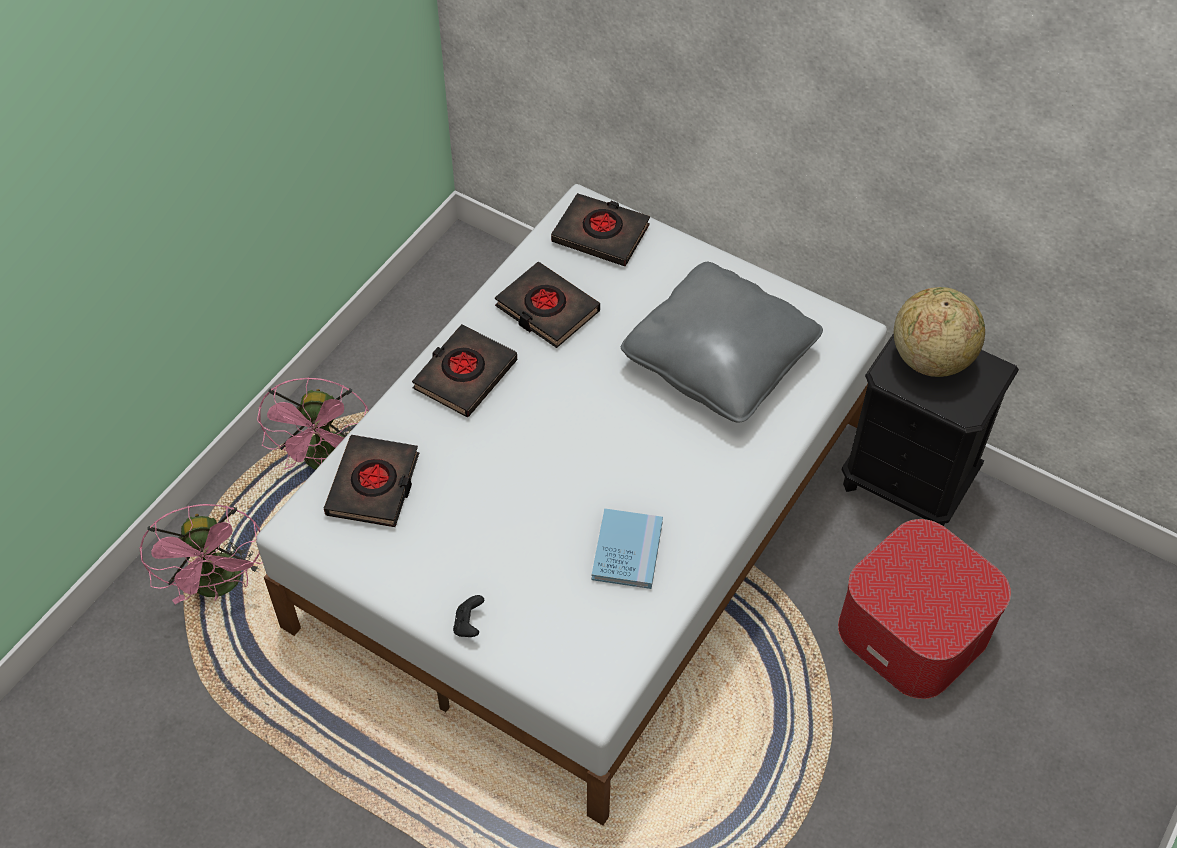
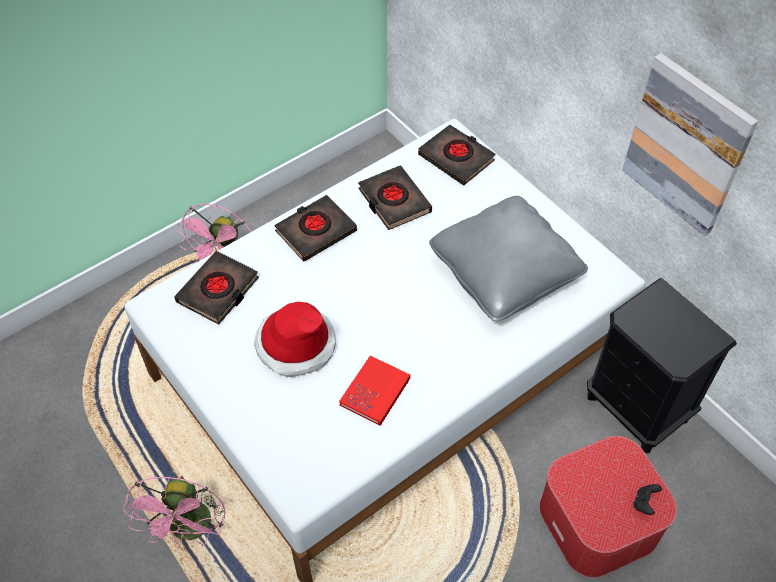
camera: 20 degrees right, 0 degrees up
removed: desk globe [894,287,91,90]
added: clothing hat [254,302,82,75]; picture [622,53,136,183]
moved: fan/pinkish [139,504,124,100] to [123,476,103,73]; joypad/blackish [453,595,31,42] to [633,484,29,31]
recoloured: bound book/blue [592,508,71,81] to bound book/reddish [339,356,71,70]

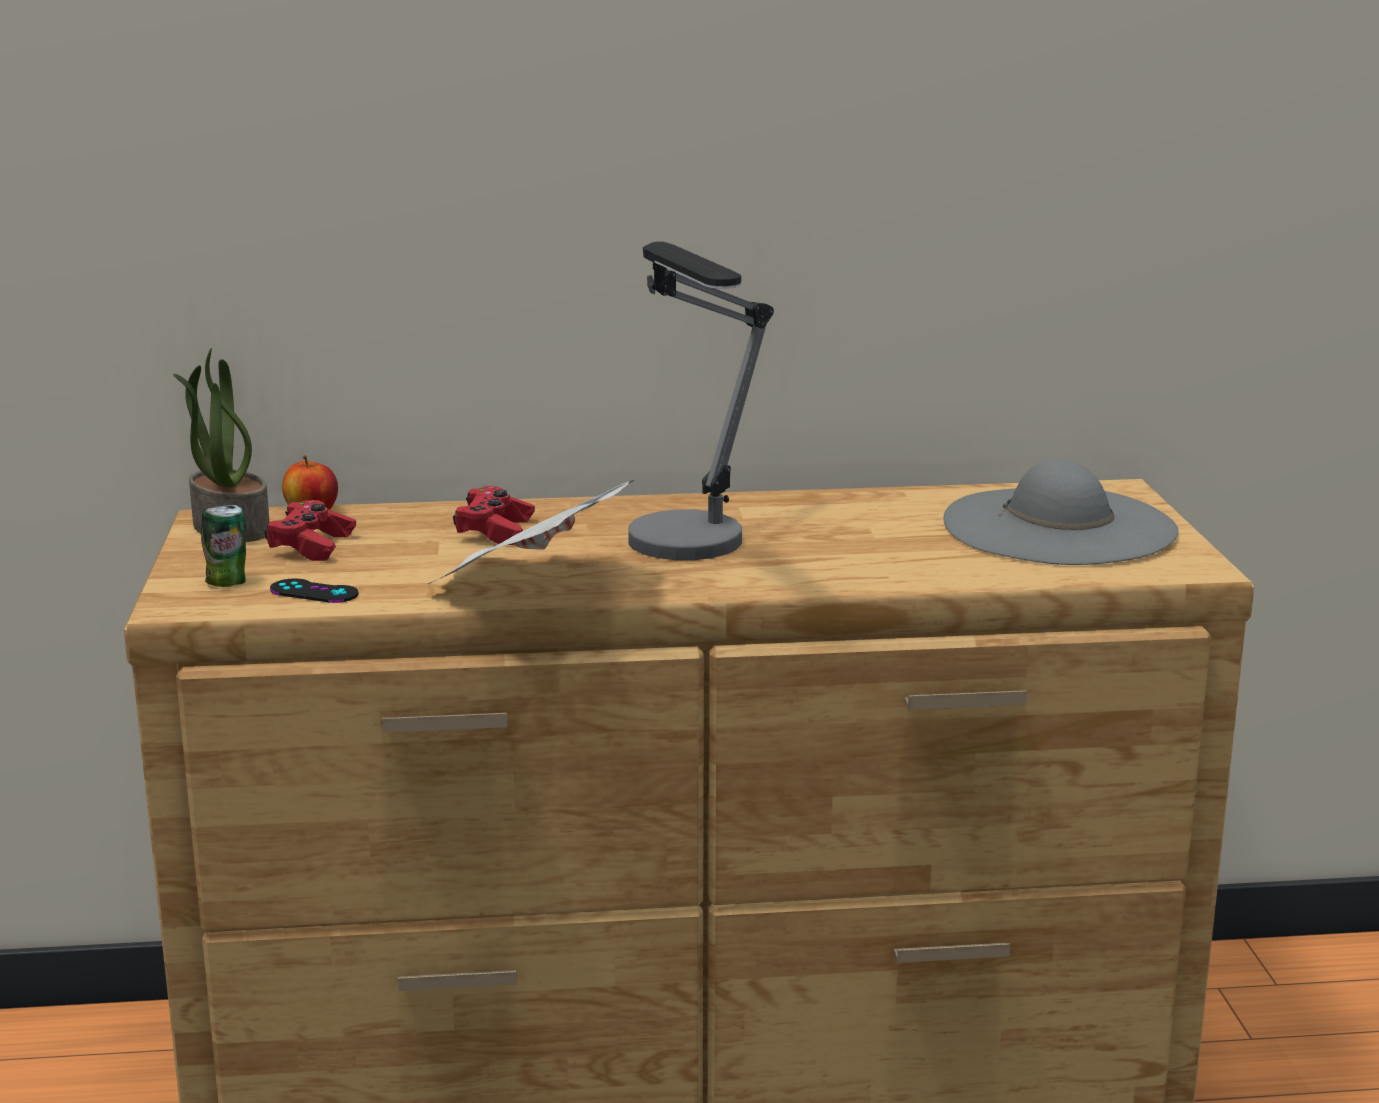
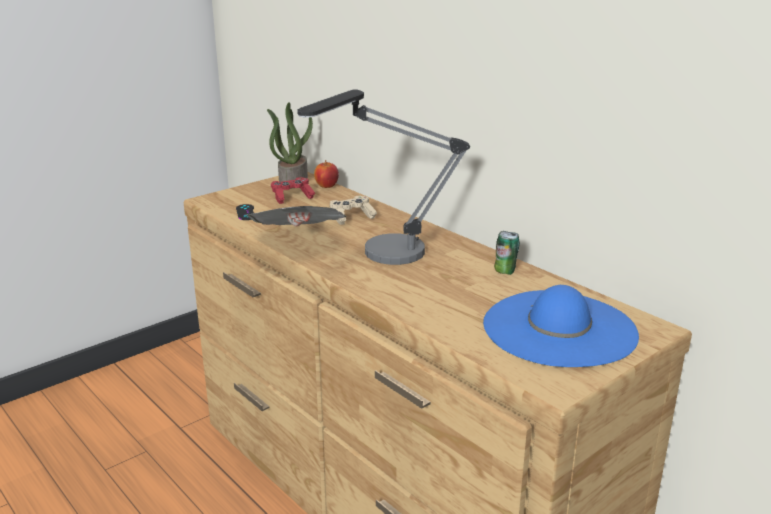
camera: 55 degrees right, 5 degrees up
moved: metal can [201,505,45,82] to [494,231,26,44]
recoloured: joypad/reddish [453,486,82,59] to joypad/beige [330,195,47,30]; clothing hat/grey [943,459,236,106] to clothing hat/blue [483,285,156,82]

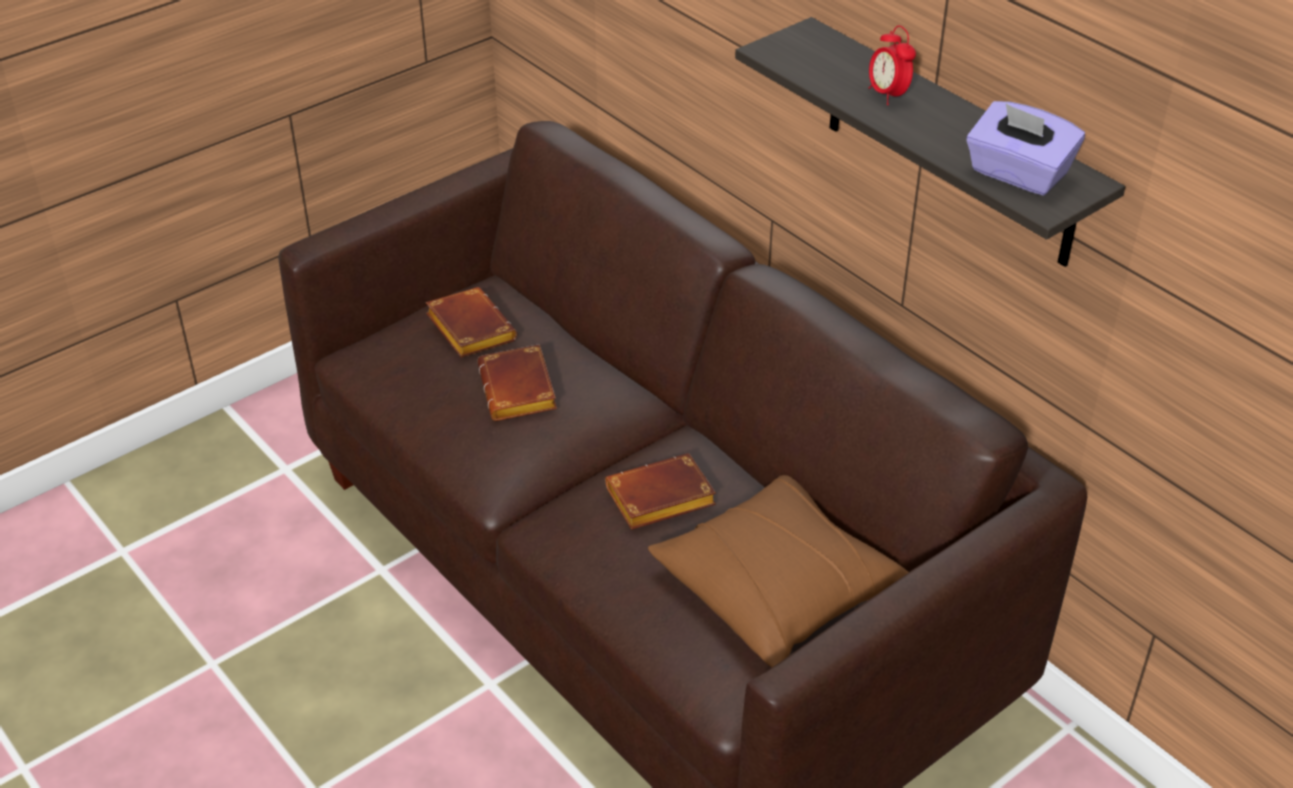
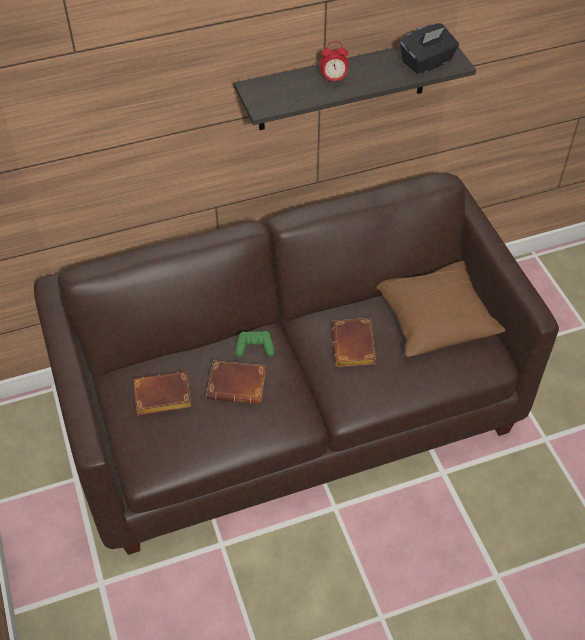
camera: 70 degrees left, 10 degrees up
added: joypad/greenish [235,331,40,26]
recoloured: tissue holder/purple-coloured [966,101,119,95] to tissue holder/blackish [400,23,59,51]

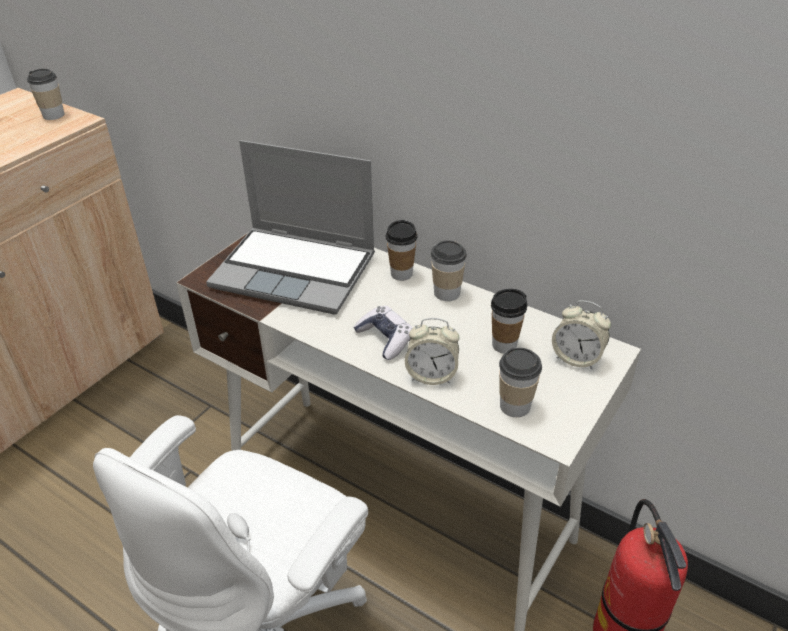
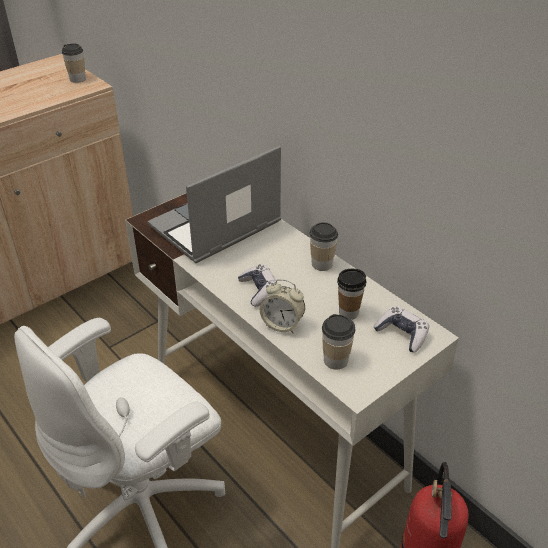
camera: 15 degrees right, 0 degrees up
removed: drinking cup [386,220,32,61]
replaced: table clock [552,300,59,69] to joypad [374,306,55,46]
turned: notebook computer [206,140,169,174] = [147,146,134,117] 105 degrees clockwise

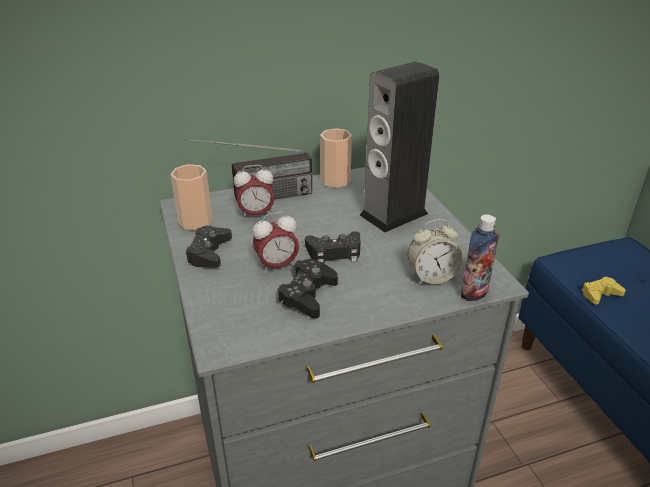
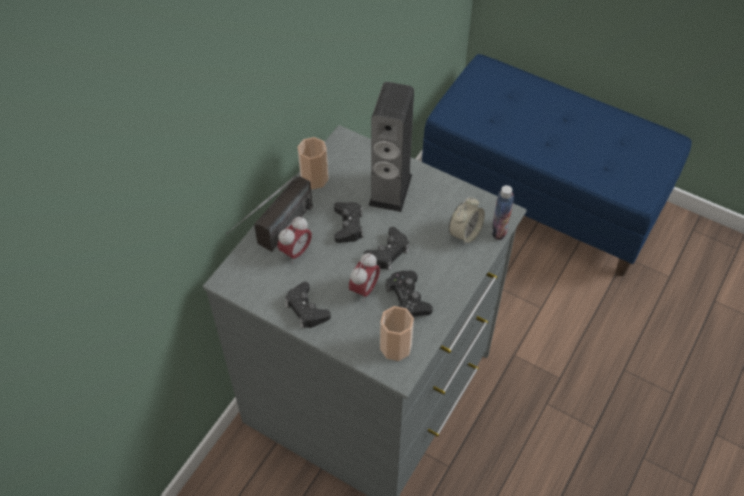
camera: 40 degrees left, 20 degrees up
removed: joypad/yellowish [582,277,44,27]
added: joypad/blackish [334,202,29,41]
moved: drinking cup [170,164,43,66] to [380,306,34,55]

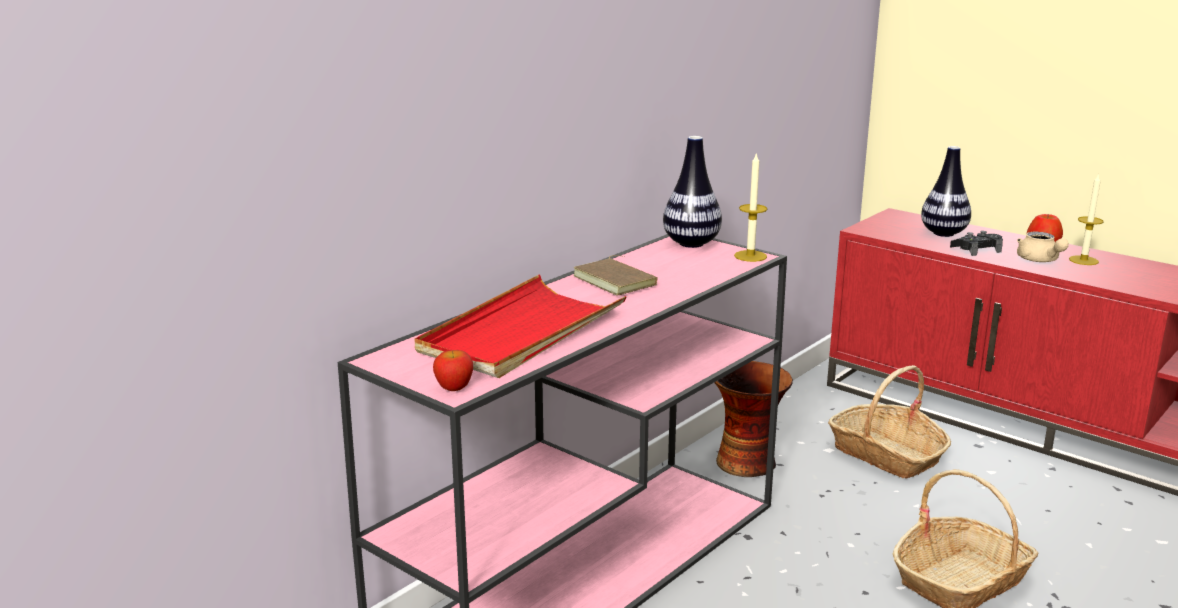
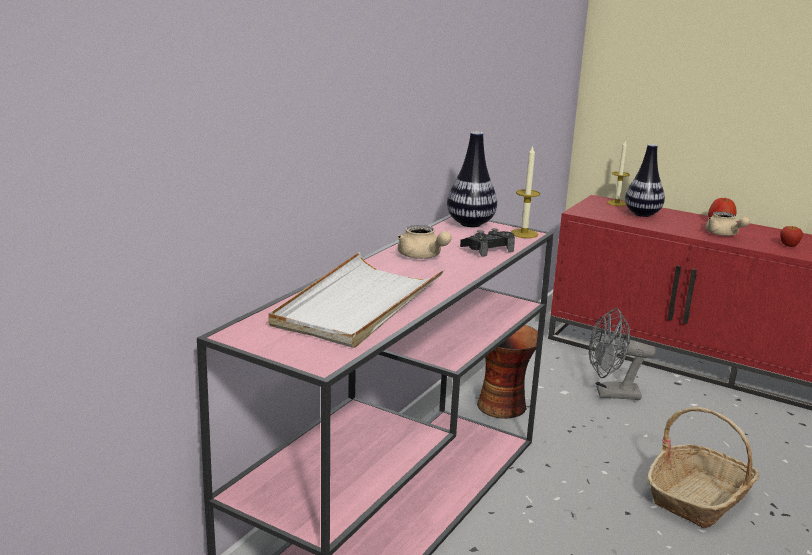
camera: 10 degrees left, 0 degrees up
moved: joypad/blackish [950,231,53,25] to [460,228,55,29]; wax candle [1069,173,35,92] to [607,140,23,66]; apple [433,350,40,41] to [780,226,23,21]
replaced: bound book/brownish [573,255,85,41] to teapot/beige [397,225,55,34]; basket [828,365,123,114] to fan/grey [589,308,67,92]
recoloured: serving tray/reddish [415,275,212,103] to serving tray/white [268,252,176,96]

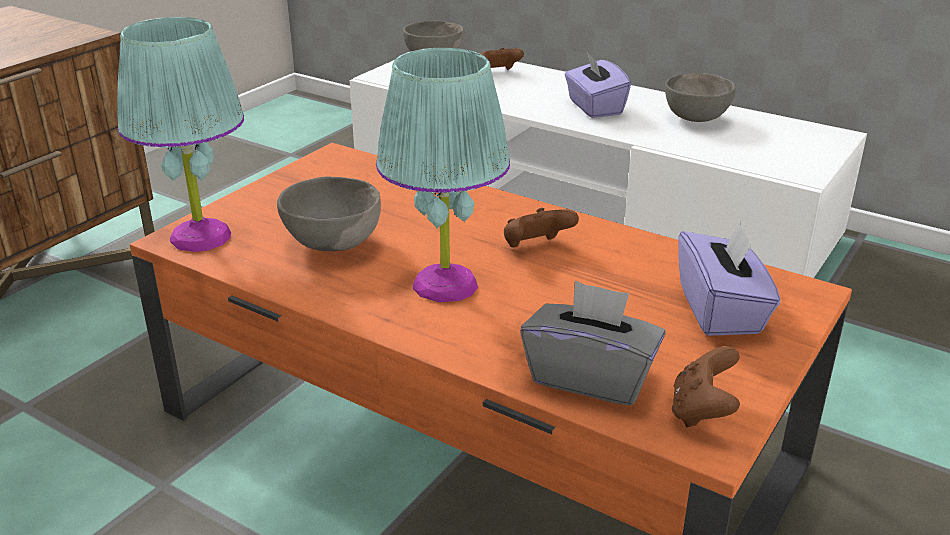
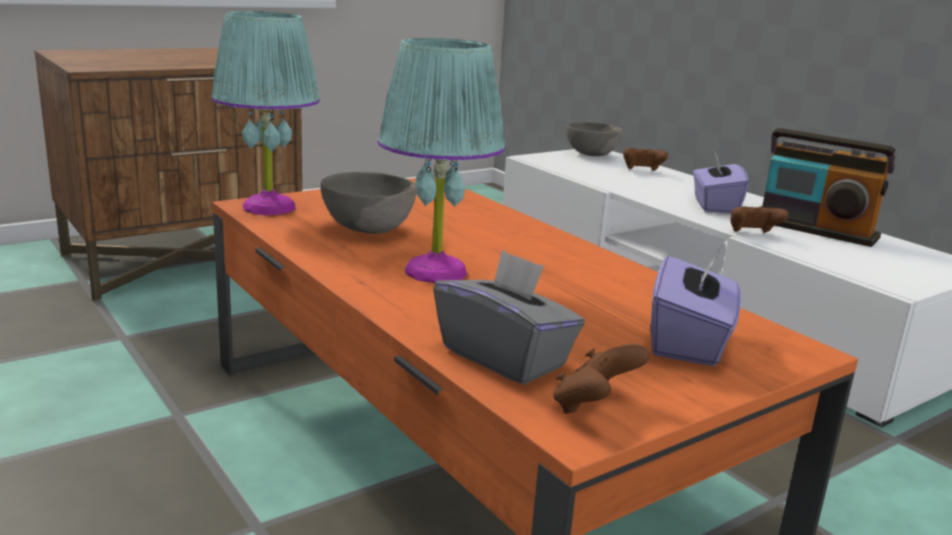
camera: 20 degrees right, 10 degrees down
moved: joypad/brownish [504,208,75,39] to [730,206,59,27]
replaced: serving bowl/grey [665,73,71,49] to radio receiver [762,128,134,119]

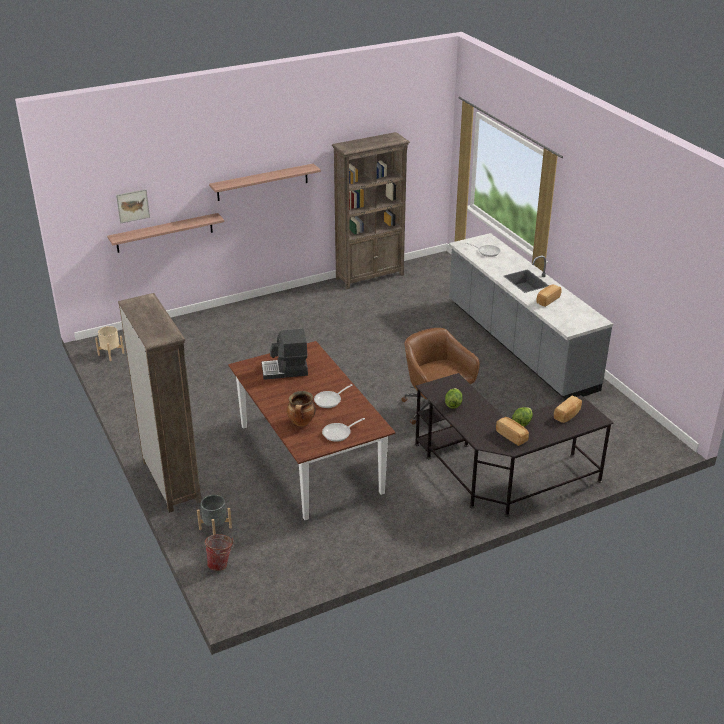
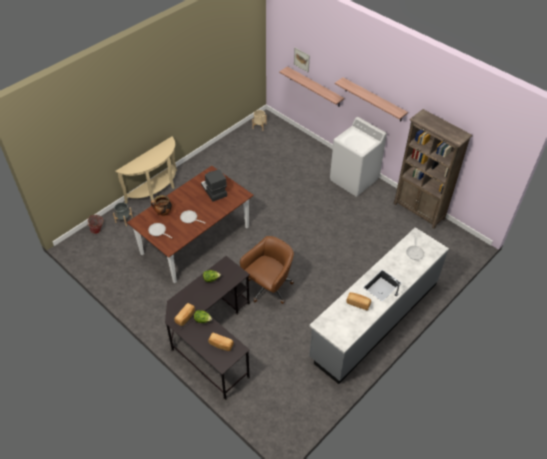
camera: 70 degrees right, 15 degrees up
added: laundry appliance/white [330,117,57,80]
replaced: bookcase/brownish [118,293,84,220] to console table/beige [115,136,62,68]

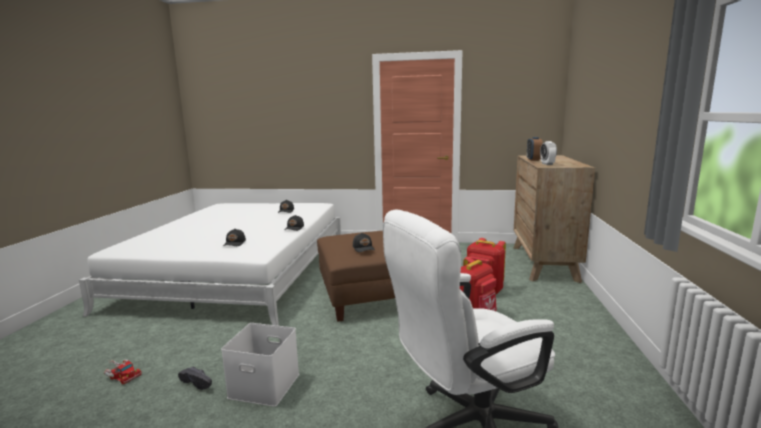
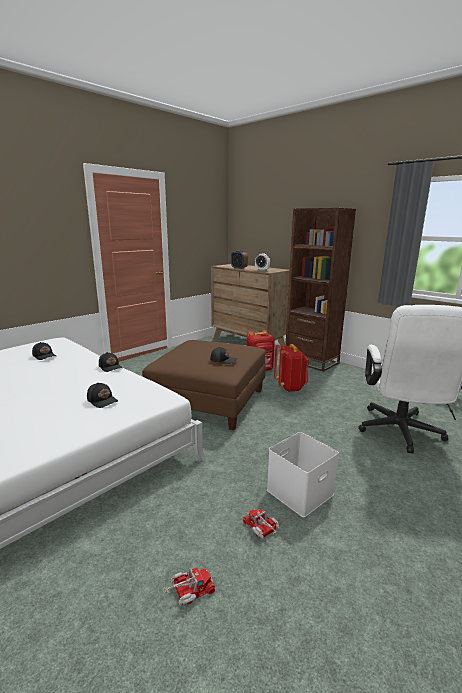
camera: 55 degrees left, 5 degrees up
added: bookcase/brownish [285,208,71,164]
replaced: low shoe/blackish [178,366,34,24] to toy lorry [243,509,37,30]

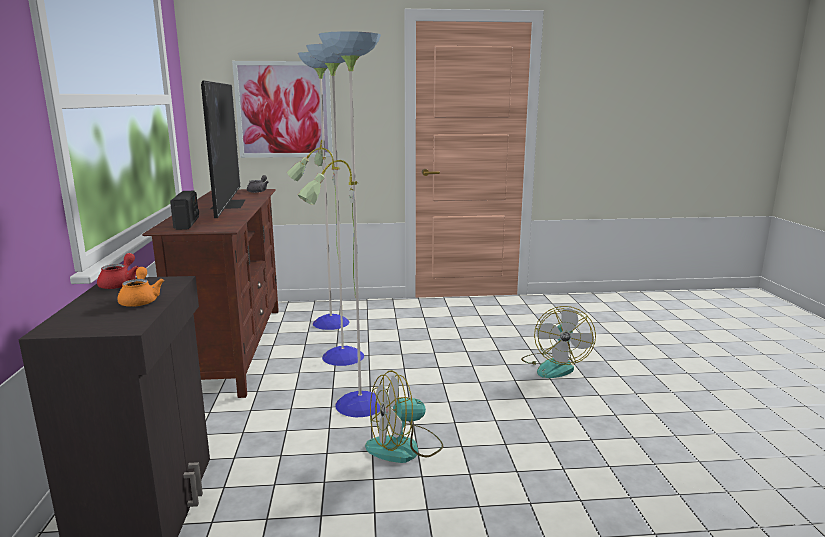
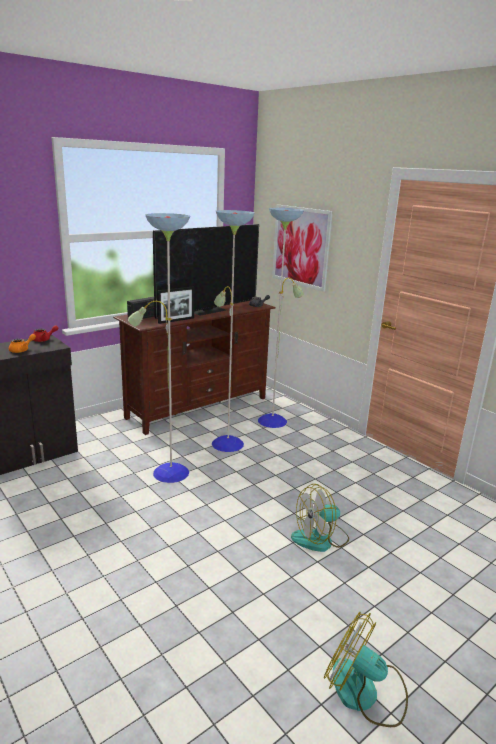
camera: 55 degrees right, 5 degrees up
added: standing frame [157,286,37,38]
moved: fan [365,370,78,93] to [324,612,84,115]

